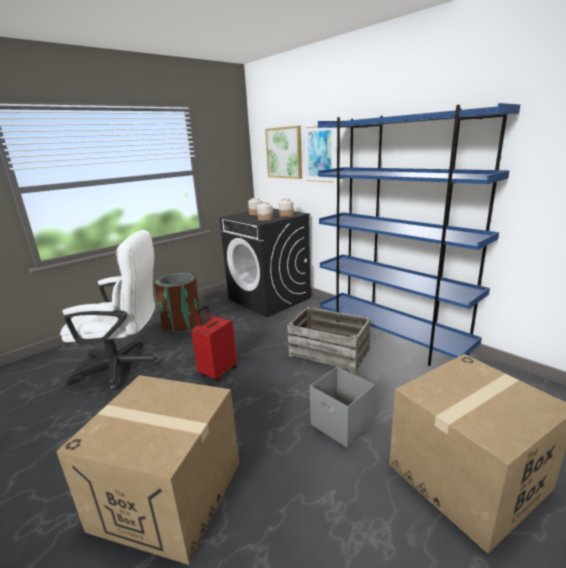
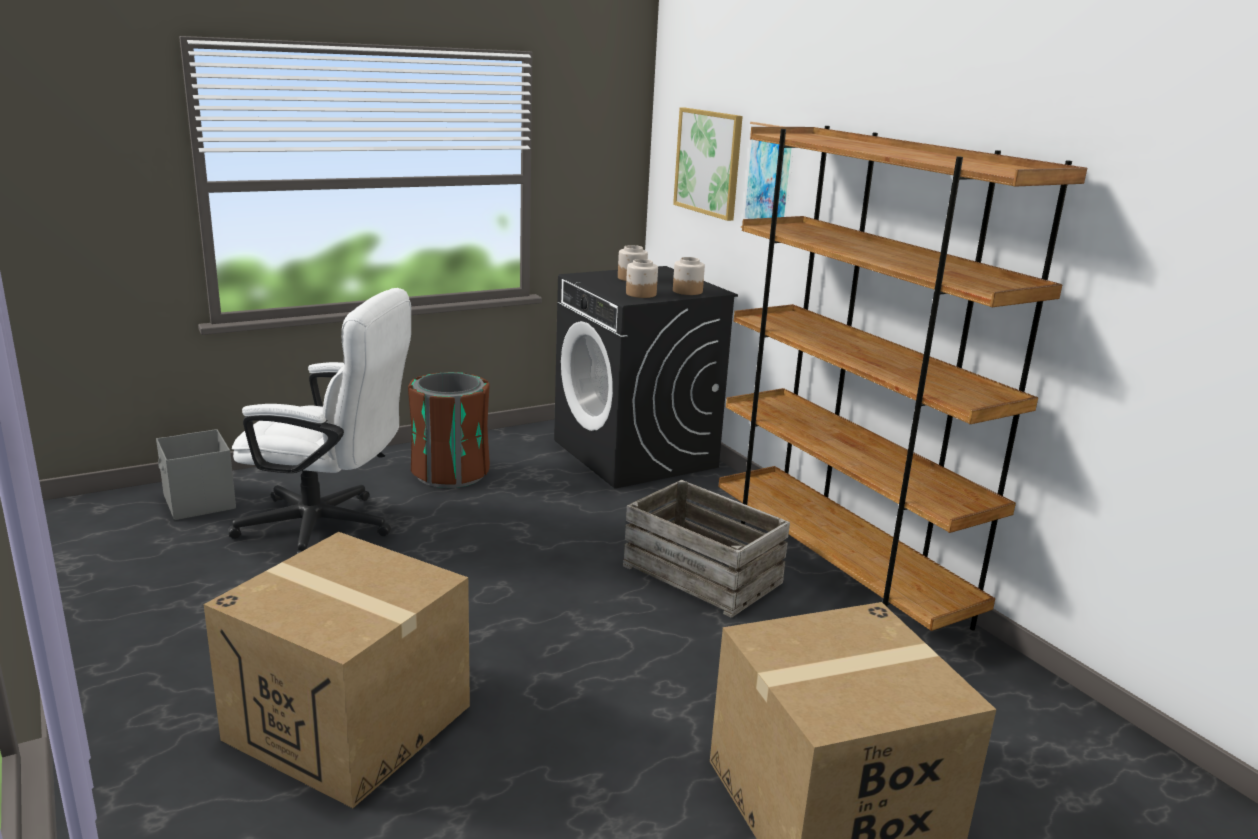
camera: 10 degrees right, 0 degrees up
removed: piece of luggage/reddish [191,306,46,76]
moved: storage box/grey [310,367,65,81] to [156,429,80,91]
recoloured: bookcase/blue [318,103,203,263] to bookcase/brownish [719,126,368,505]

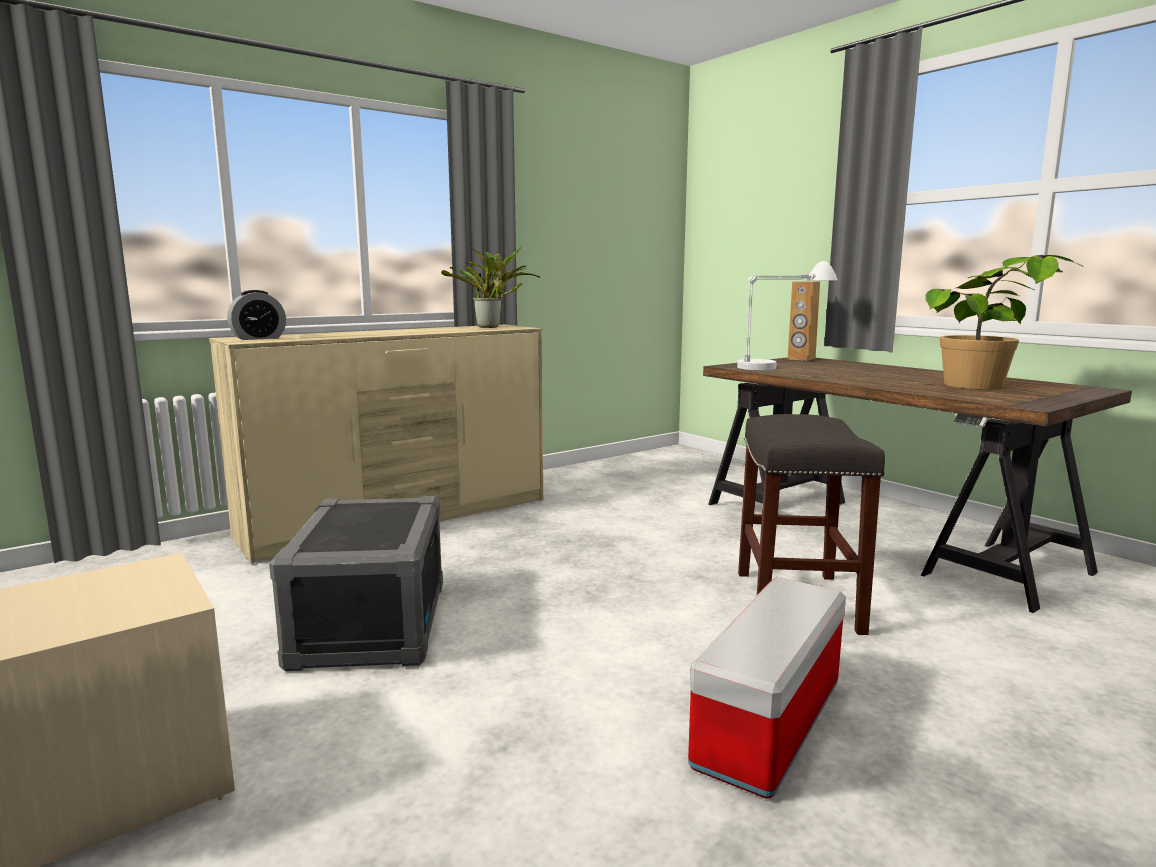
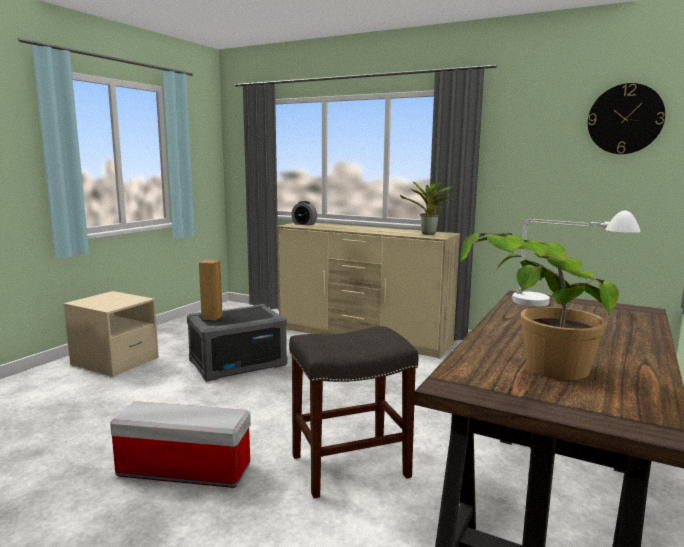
camera: 65 degrees right, 0 degrees up
added: clock on the wall [588,83,77,71]
moved: speaker/brownish [788,282,32,79] to [199,260,24,61]

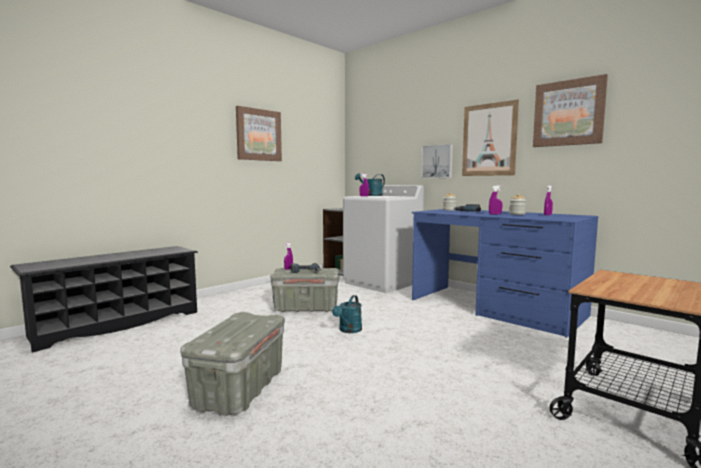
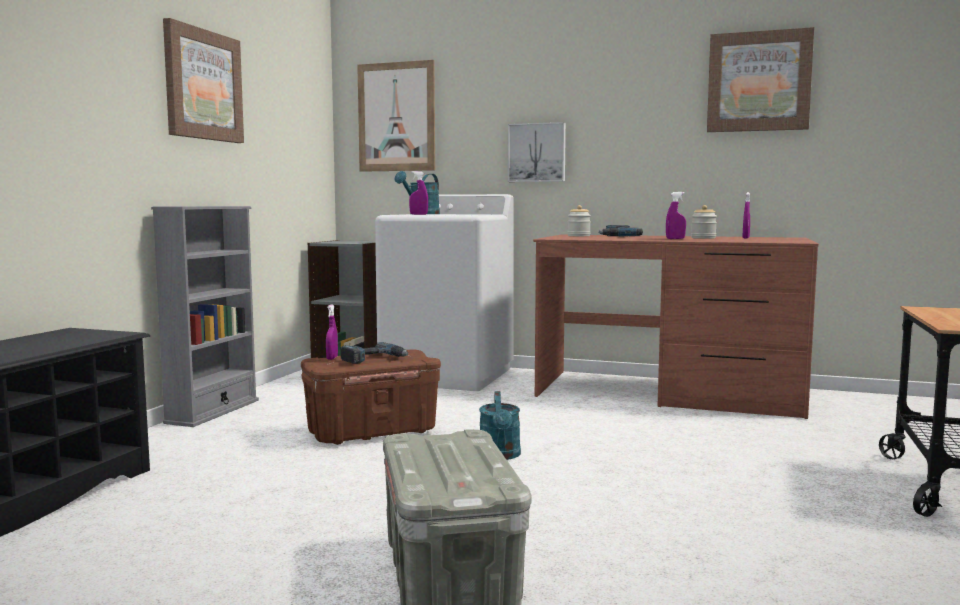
camera: 25 degrees left, 0 degrees up
added: bookcase/grey [151,206,108,221]
moved: picture [462,100,57,76] to [357,60,78,112]
recoloured: storage box/grey [270,268,69,44] to storage box/brownish [301,350,140,95]; desk unit/blue [412,209,186,129] to desk unit/brownish [533,235,286,184]

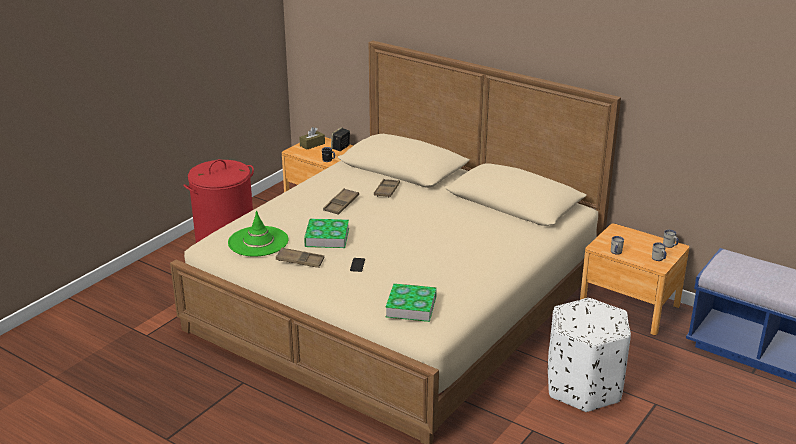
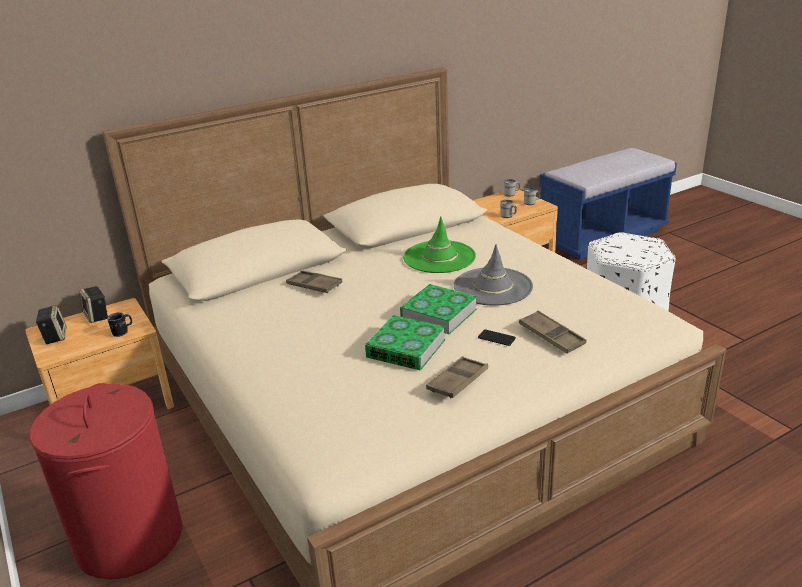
camera: 65 degrees left, 0 degrees up
added: clothing hat/grey [454,244,79,62]
moved: bound book [385,283,52,39] to [400,284,77,50]; clothing hat/greenish [228,210,60,46] to [403,217,73,56]; serving tray/brownish [323,188,36,27] to [519,310,67,44]
replaced: tissue holder/brownish [299,127,26,23] to speaker [35,305,32,39]

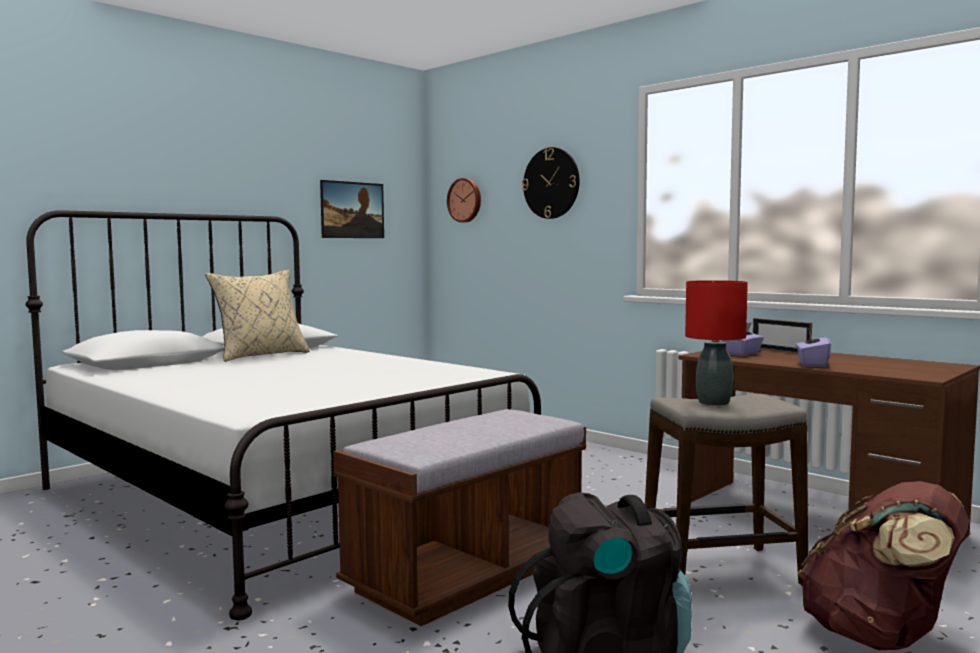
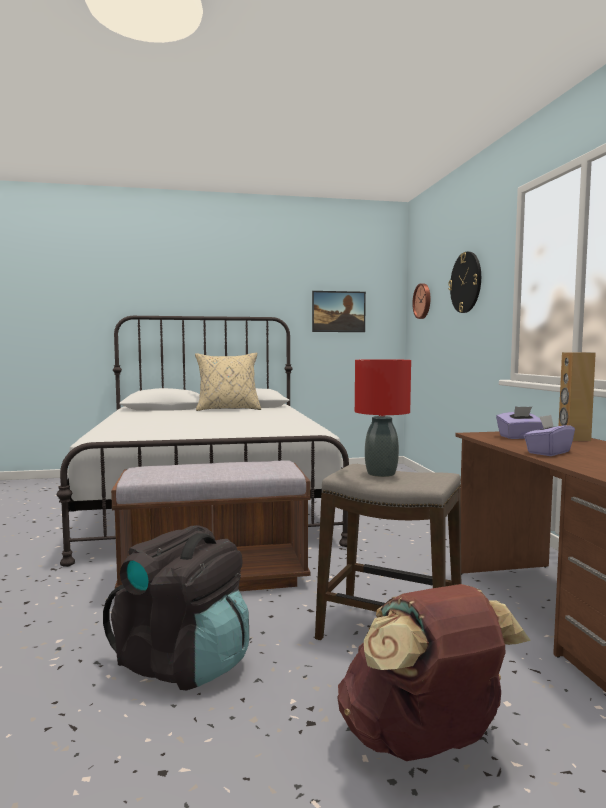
camera: 35 degrees right, 0 degrees up
replaced: standing frame [753,318,59,35] to speaker/brownish [559,352,37,89]

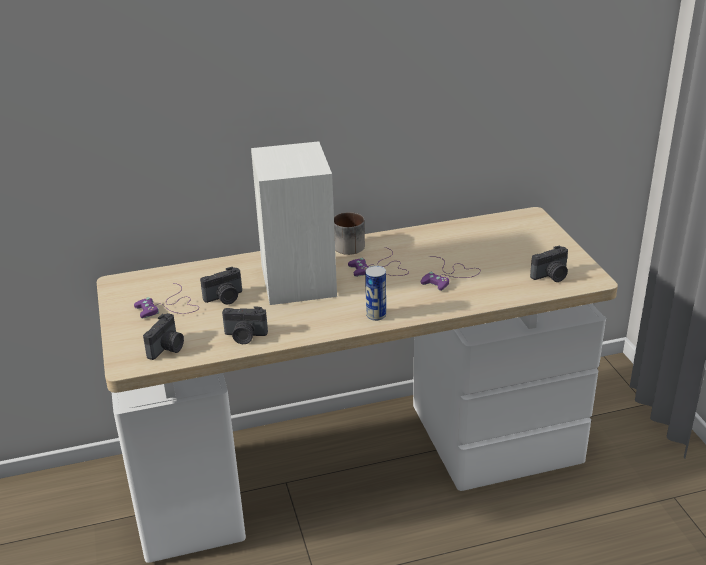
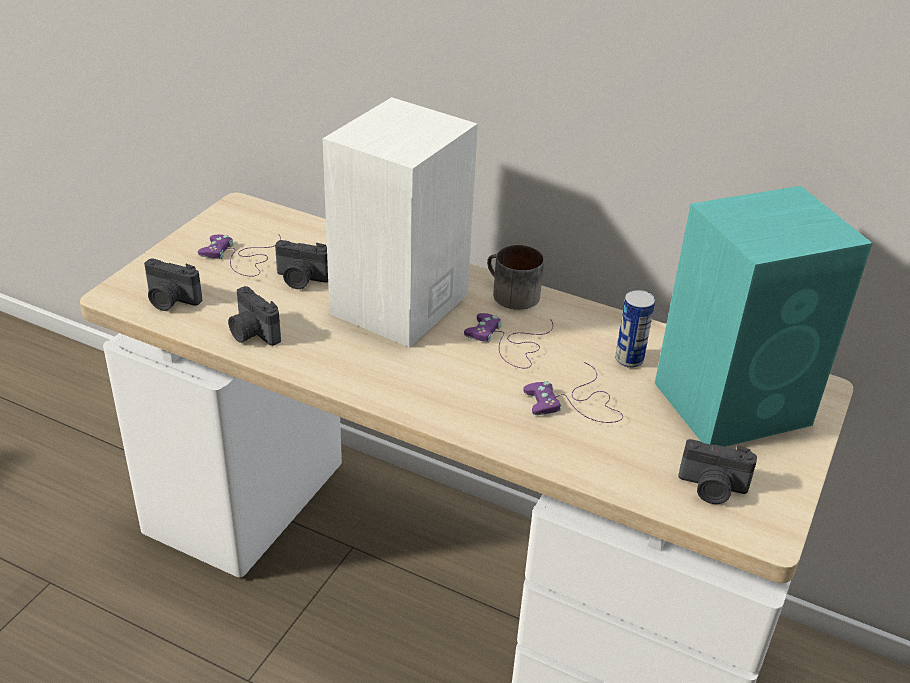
camera: 40 degrees right, 5 degrees up
added: speaker/blue-green [655,186,217,261]
moved: metal can [365,266,21,55] to [615,290,40,78]
turned: photo camera [143,313,41,47] = [144,258,58,53] 45 degrees clockwise

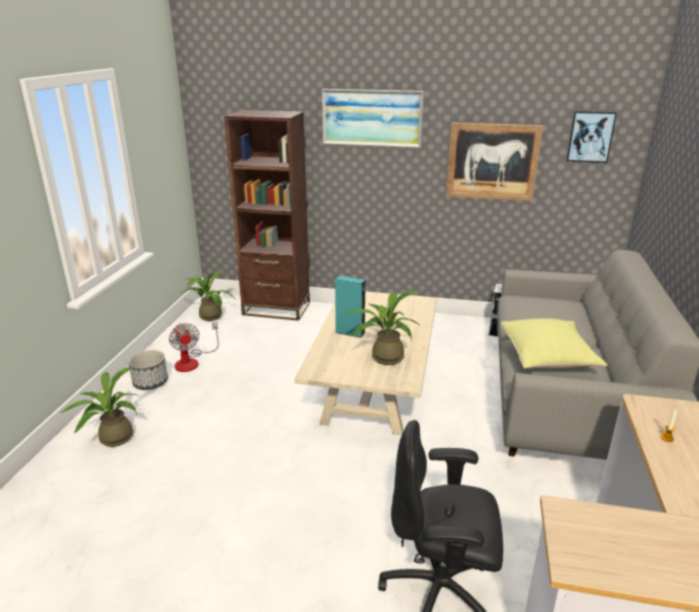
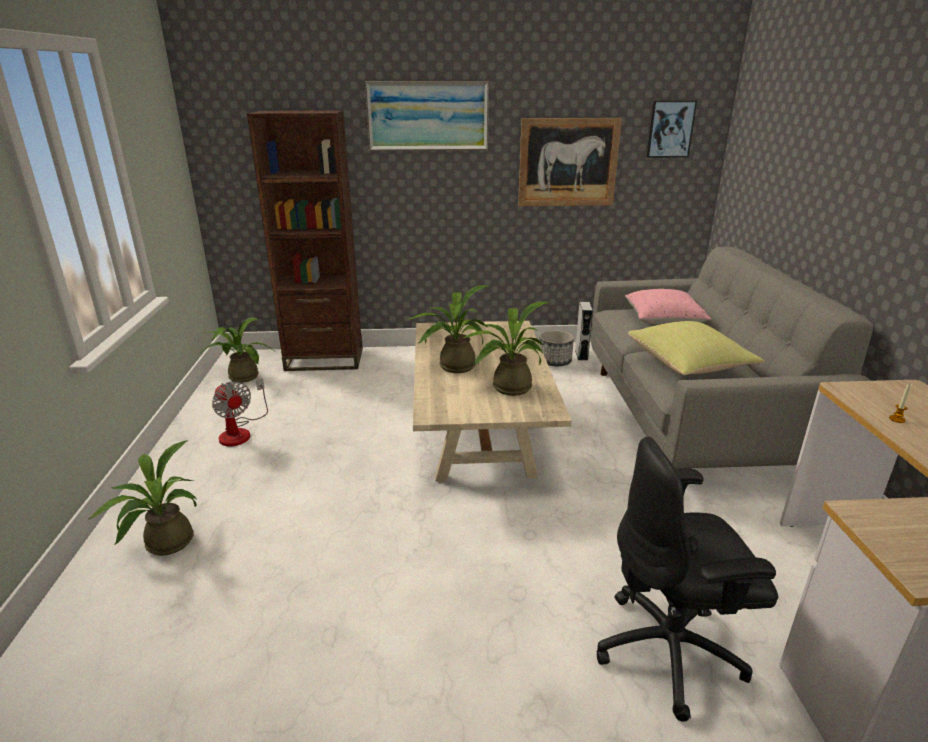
camera: 15 degrees left, 0 degrees up
added: pillow/pinkish [625,289,86,36]
moved: planter [128,350,40,40] to [539,330,35,36]
replaced: speaker/blue-green [335,276,30,62] to houseplant [406,285,84,88]

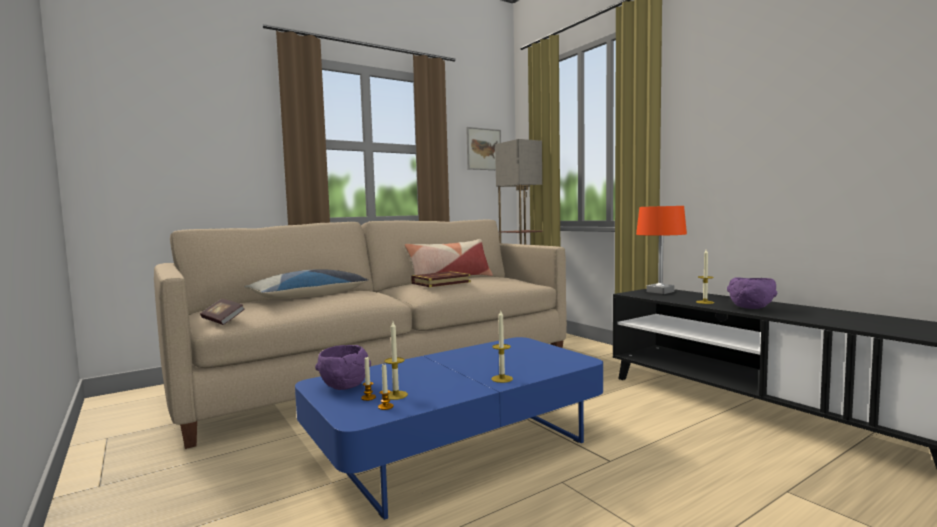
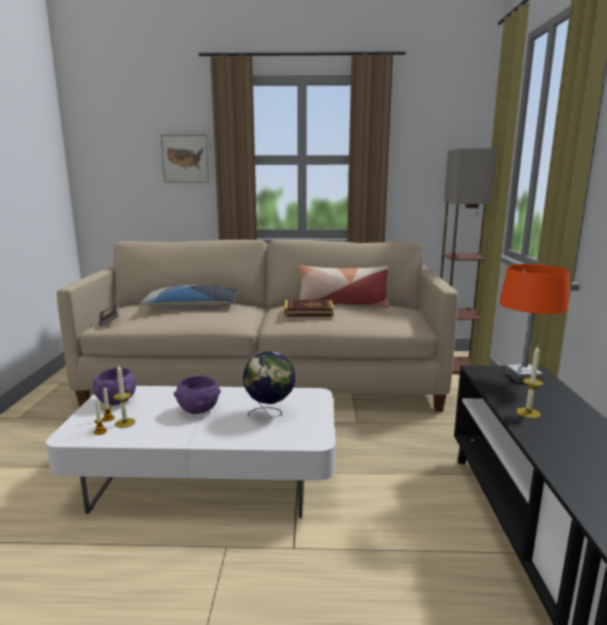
camera: 35 degrees right, 10 degrees up
removed: wax candle [491,311,22,72]
added: desk globe [243,351,52,67]
moved: picture [466,127,35,43] to [160,134,50,49]; serving bowl/purple-coloured [727,277,50,32] to [174,376,47,38]
recoloured: low table/blue [295,337,308,183] to low table/white [46,386,289,132]

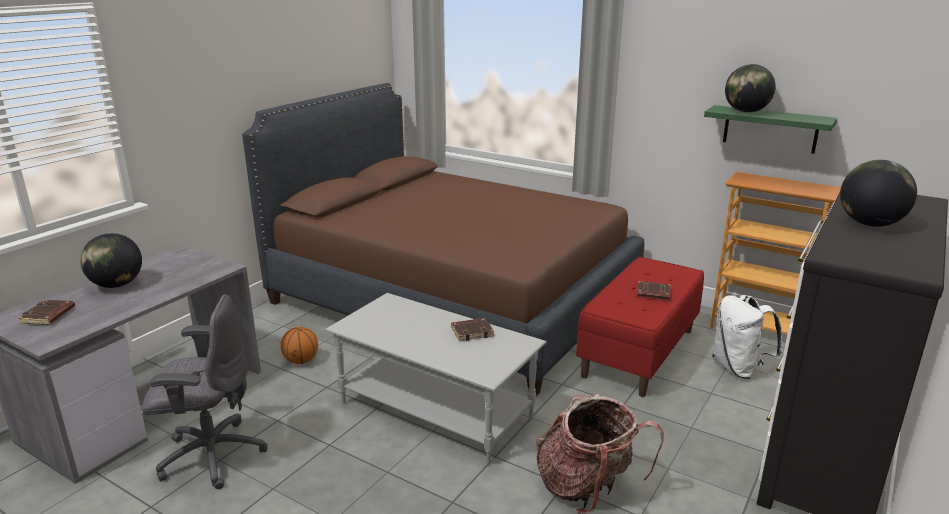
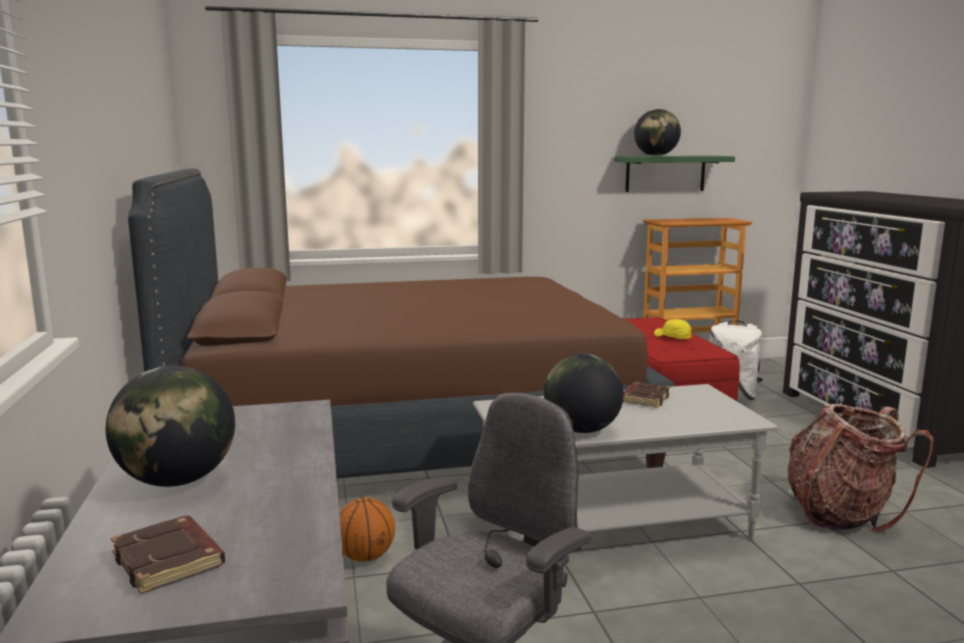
camera: 45 degrees left, 10 degrees down
moved: desk globe [840,160,77,67] to [544,354,80,79]
replaced: bound book/brownish [637,281,34,19] to cap/yellowish [654,319,38,20]

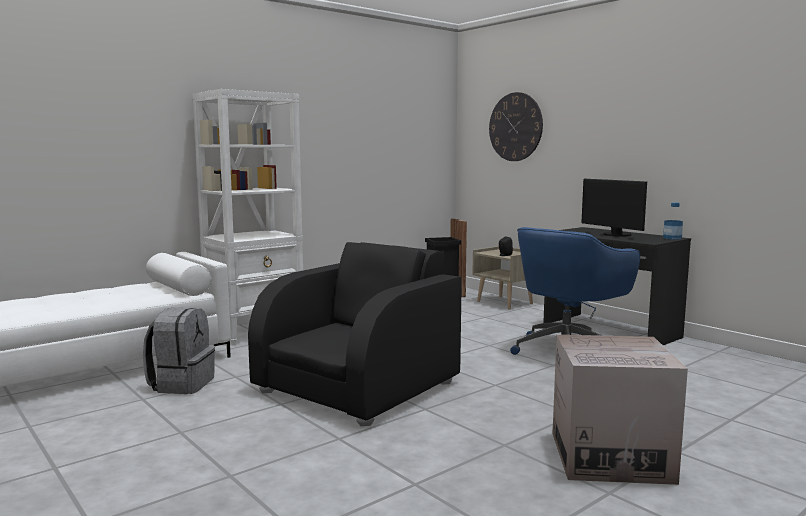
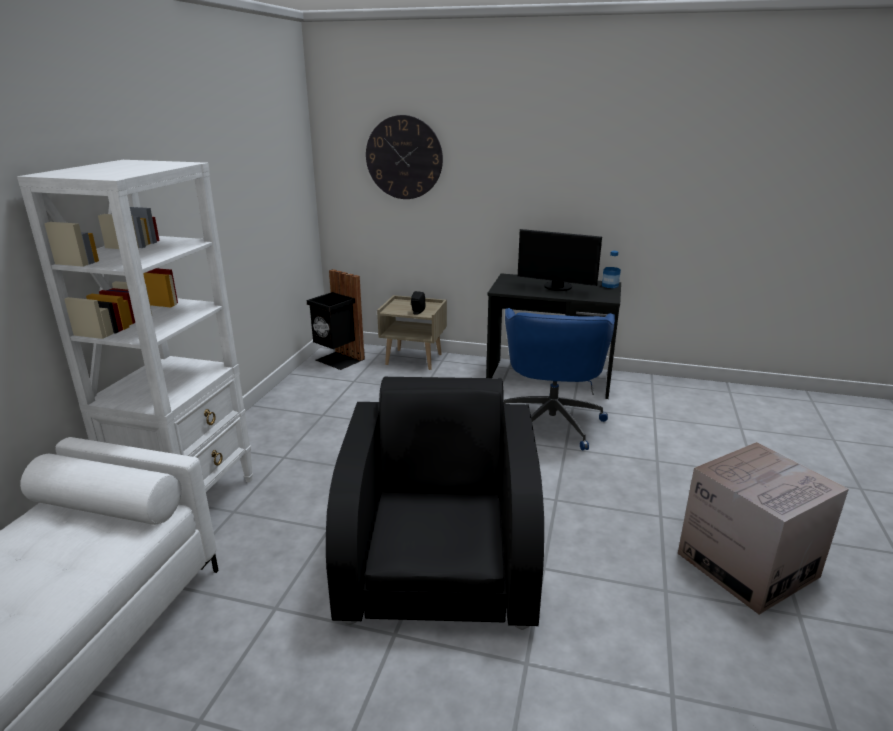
camera: 35 degrees left, 15 degrees up
removed: knapsack/grey [143,308,72,86]

